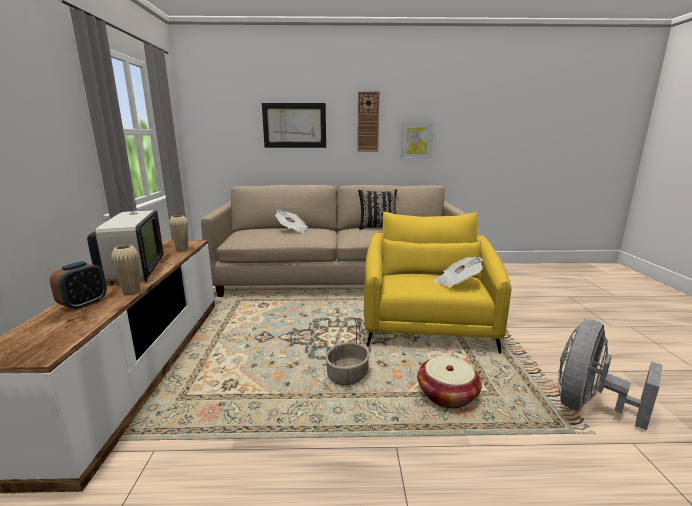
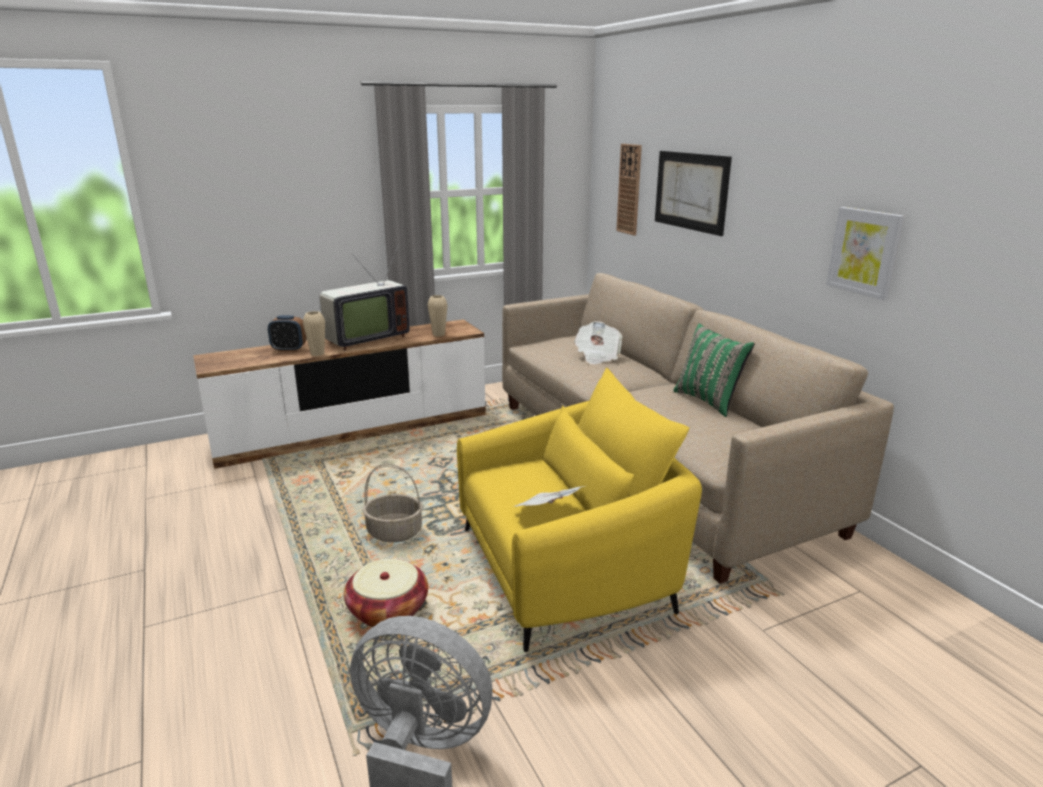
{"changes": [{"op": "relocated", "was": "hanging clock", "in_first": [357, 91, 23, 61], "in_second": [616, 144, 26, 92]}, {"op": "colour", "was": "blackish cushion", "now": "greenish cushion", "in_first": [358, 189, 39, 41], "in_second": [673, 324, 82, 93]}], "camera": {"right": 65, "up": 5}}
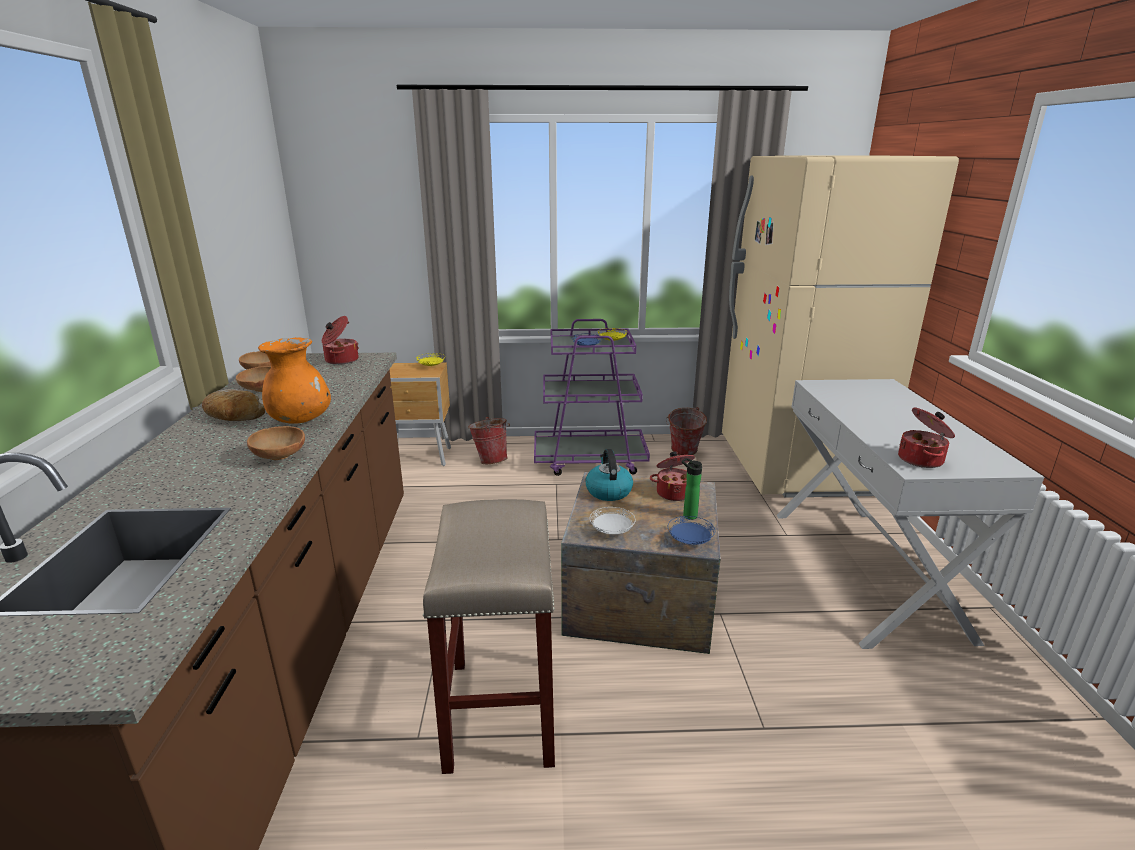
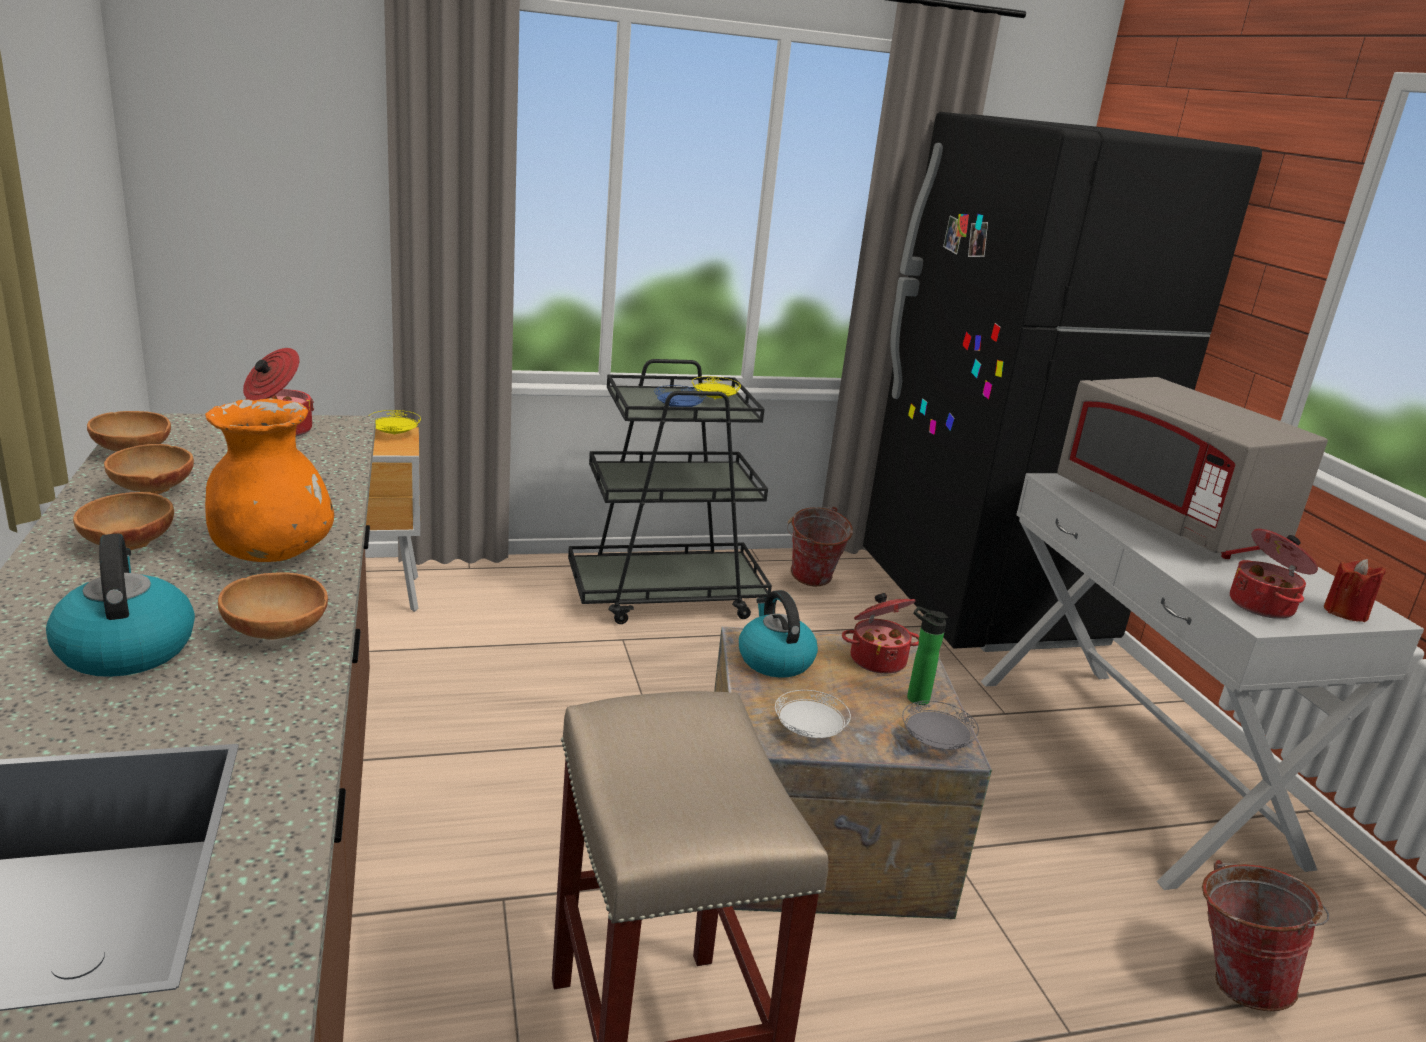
{"changes": [{"op": "exchanged", "was": "bakery bread", "now": "brown deep dish", "in_first": [202, 389, 63, 32], "in_second": [73, 492, 101, 58]}, {"op": "relocated", "was": "pail", "in_first": [468, 417, 42, 47], "in_second": [1202, 860, 127, 151]}, {"op": "colour", "was": "purple-coloured trolley", "now": "blackish trolley", "in_first": [534, 319, 116, 157], "in_second": [568, 359, 204, 265]}, {"op": "colour", "was": "blue flat dish", "now": "gray flat dish", "in_first": [668, 516, 47, 29], "in_second": [902, 701, 77, 48]}, {"op": "colour", "was": "sand-coloured refrigerator", "now": "blackish refrigerator", "in_first": [722, 155, 237, 343], "in_second": [863, 112, 399, 540]}, {"op": "appeared", "now": "water kettle", "in_second": [46, 534, 149, 143]}, {"op": "appeared", "now": "gray kitchen microwave", "in_second": [1057, 377, 271, 182]}, {"op": "appeared", "now": "red wax candle", "in_second": [1324, 559, 62, 63]}], "camera": {"right": -15, "up": 0}}
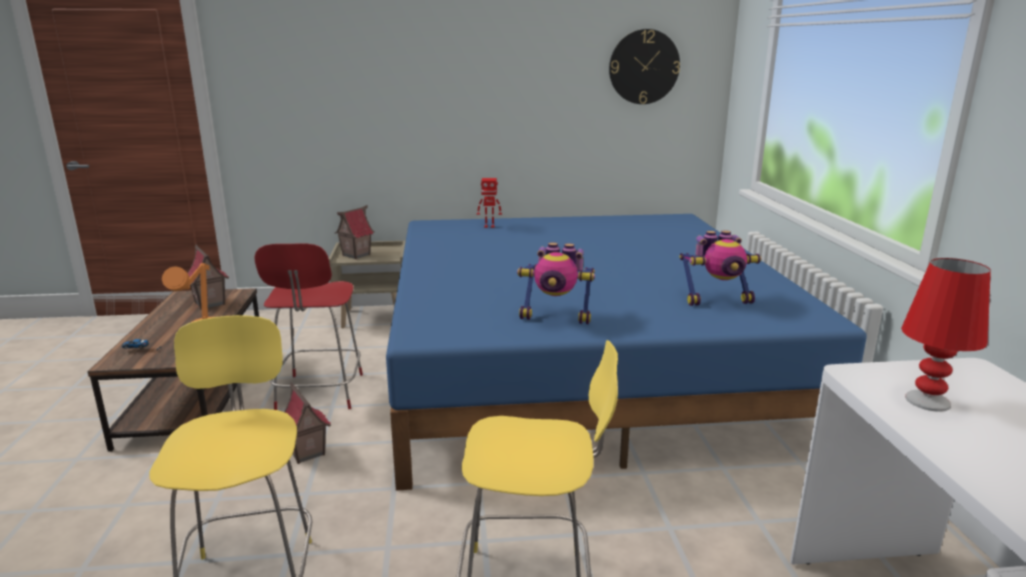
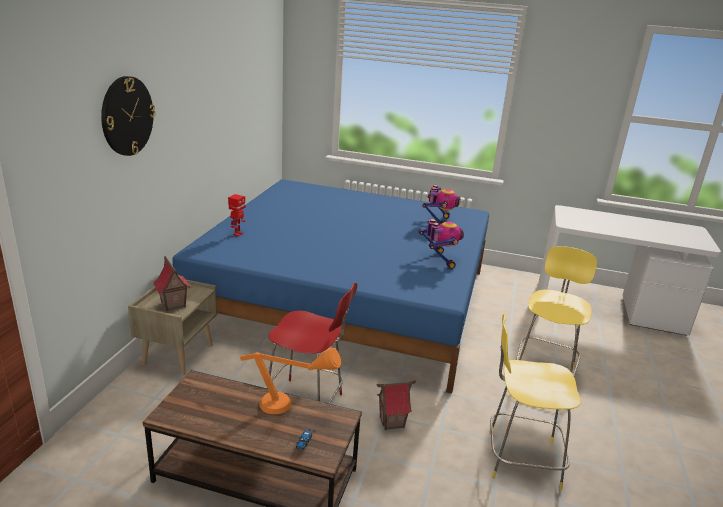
{"changes": [{"op": "missing", "was": "miniature house", "in_first": [188, 245, 41, 65]}, {"op": "spun", "was": "model robot", "in_first": [517, 242, 78, 82], "in_second": [418, 219, 46, 50], "clockwise": -45}, {"op": "relocated", "was": "hanging clock", "in_first": [609, 29, 71, 75], "in_second": [101, 76, 54, 80]}, {"op": "missing", "was": "red table lamp", "in_first": [901, 258, 90, 154]}], "camera": {"right": -70, "up": 5}}
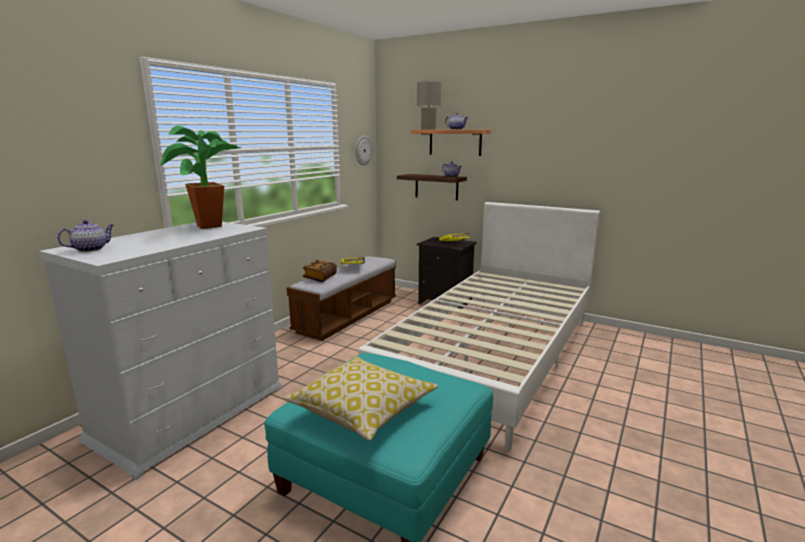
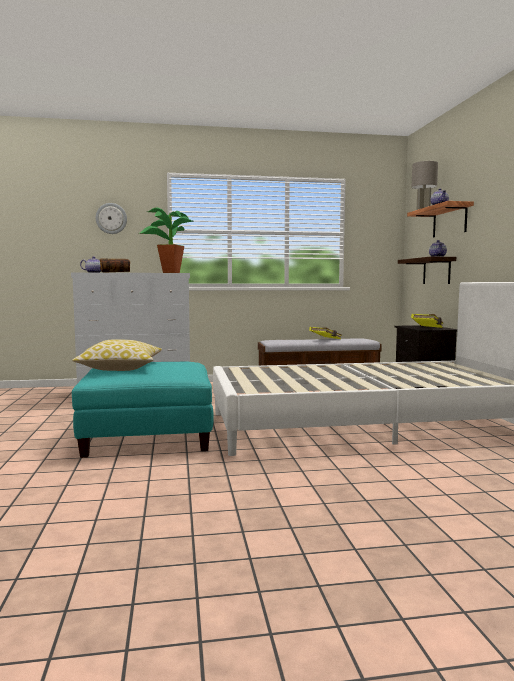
{"changes": [{"op": "relocated", "was": "bound book", "in_first": [303, 260, 34, 22], "in_second": [99, 258, 31, 15]}, {"op": "relocated", "was": "hanging clock", "in_first": [355, 136, 17, 30], "in_second": [96, 203, 31, 31]}], "camera": {"right": 50, "up": -10}}
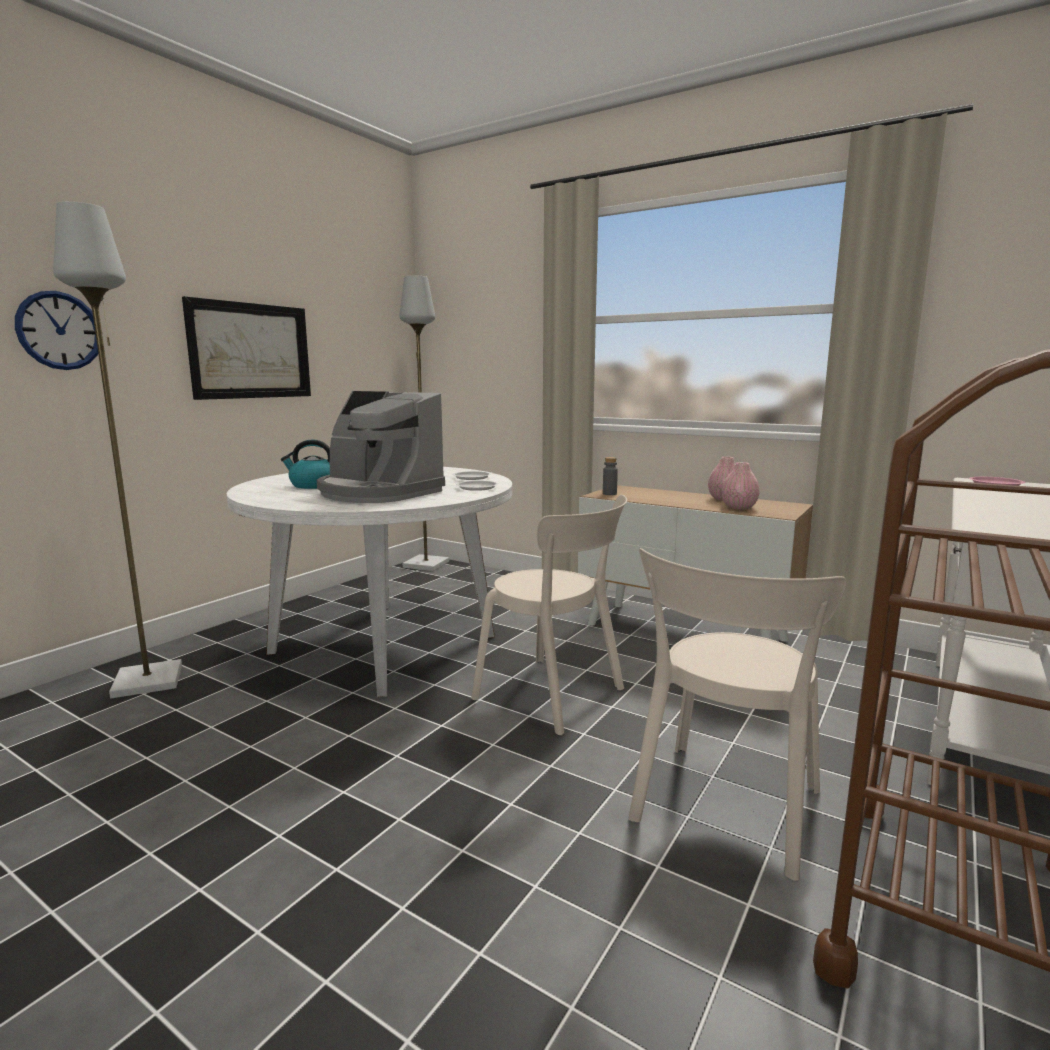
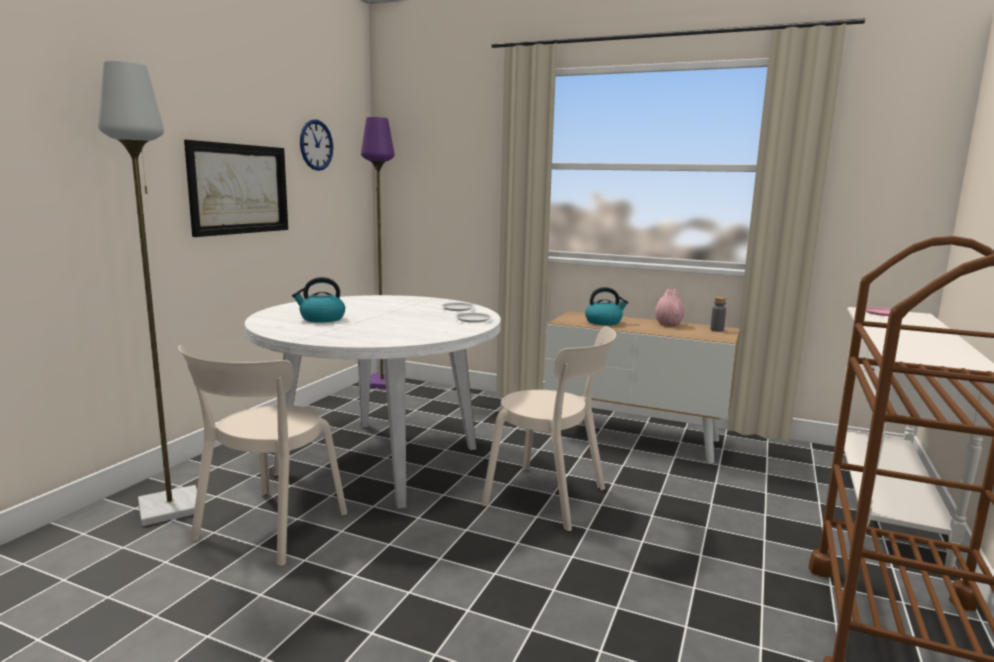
{"changes": [{"op": "relocated", "was": "hanging clock", "in_first": [15, 291, 83, 79], "in_second": [300, 120, 33, 51]}, {"op": "missing", "was": "coffee brewer", "in_first": [317, 391, 128, 112]}, {"op": "colour", "was": "gray standing lamp", "now": "purple-coloured standing lamp", "in_first": [399, 276, 50, 295], "in_second": [361, 117, 34, 272]}, {"op": "relocated", "was": "gray drink bottle", "in_first": [603, 457, 15, 38], "in_second": [710, 297, 16, 35]}, {"op": "relocated", "was": "sand-coloured upright chair", "in_first": [629, 548, 217, 333], "in_second": [178, 345, 169, 221]}, {"op": "missing", "was": "pink-coloured decorative vase", "in_first": [721, 462, 39, 48]}, {"op": "appeared", "now": "water kettle", "in_second": [585, 287, 43, 38]}], "camera": {"right": -10, "up": 0}}
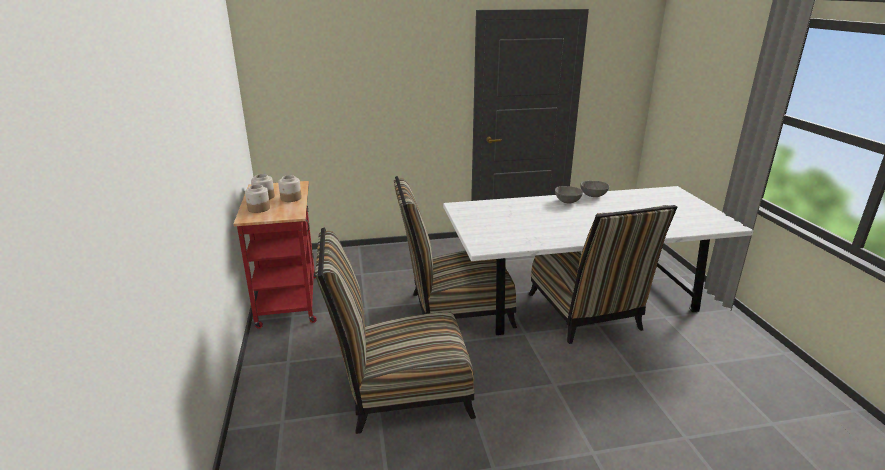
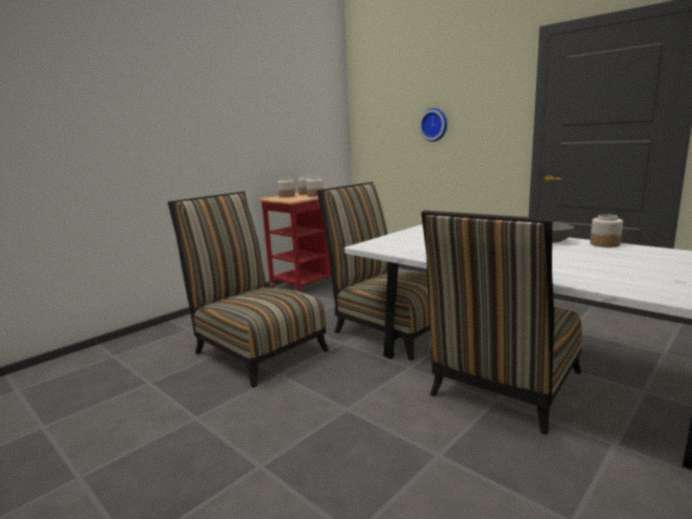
{"changes": [{"op": "exchanged", "was": "gray deep dish", "now": "preserve jar", "in_first": [580, 181, 29, 16], "in_second": [590, 214, 33, 34]}, {"op": "appeared", "now": "hanging clock", "in_second": [419, 108, 28, 34]}], "camera": {"right": 55, "up": -10}}
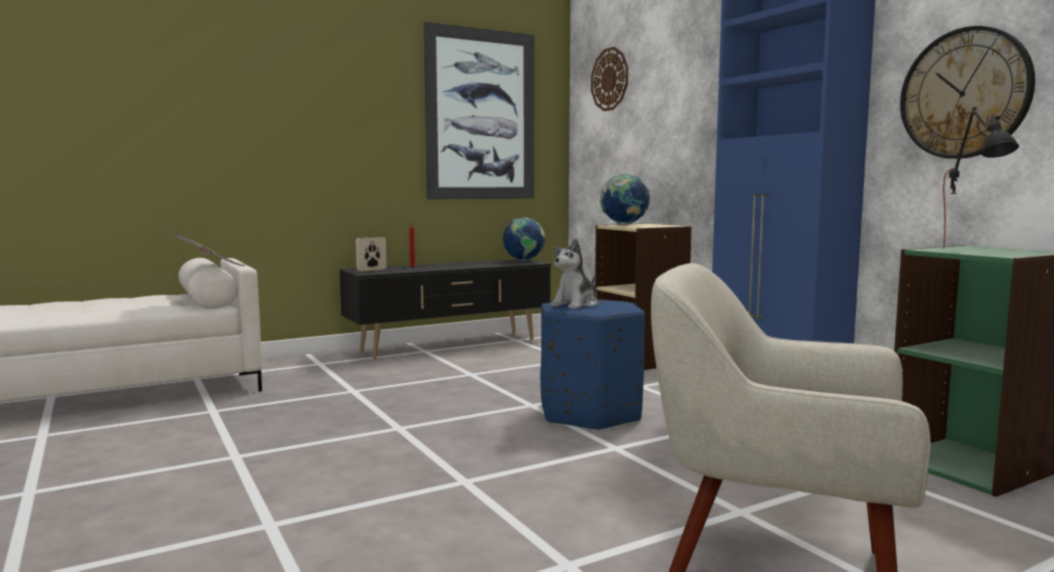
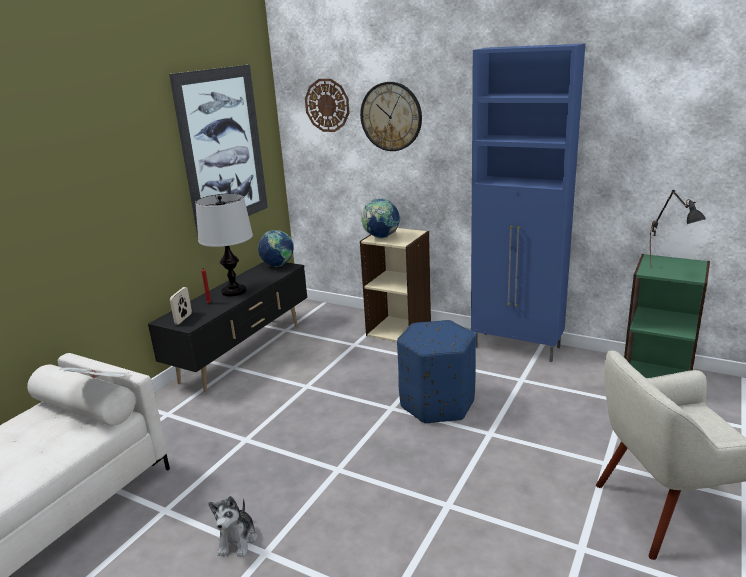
{"changes": [{"op": "relocated", "was": "plush toy", "in_first": [551, 238, 47, 71], "in_second": [208, 496, 49, 61]}, {"op": "relocated", "was": "hanging clock", "in_first": [900, 26, 135, 133], "in_second": [360, 82, 62, 69]}, {"op": "appeared", "now": "table lamp", "in_second": [195, 193, 58, 103]}], "camera": {"right": -30, "up": 15}}
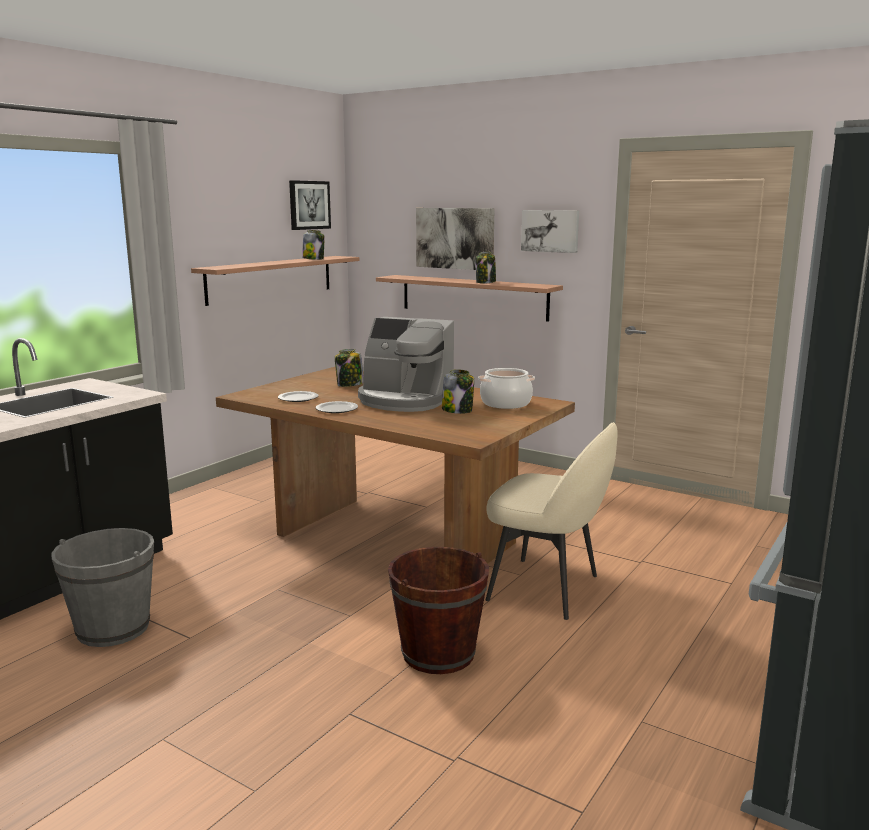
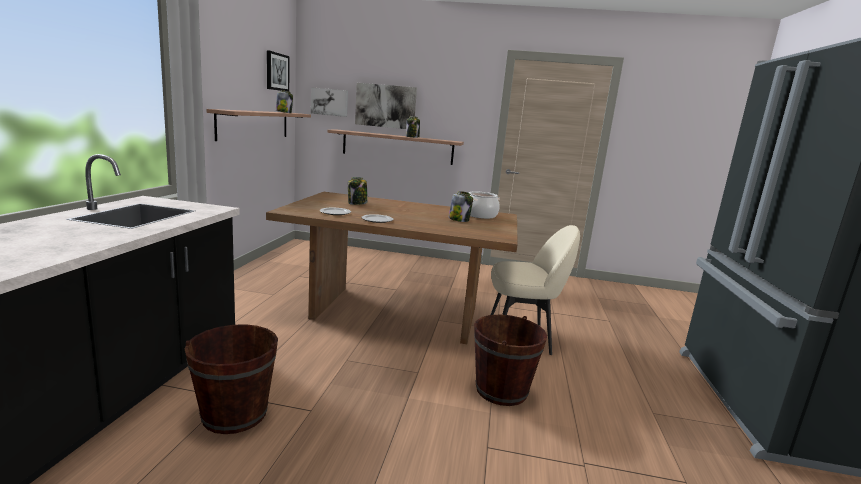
{"changes": [{"op": "colour", "was": "gray pail", "now": "brown pail", "in_first": [51, 528, 103, 119], "in_second": [184, 324, 94, 110]}, {"op": "missing", "was": "coffee brewer", "in_first": [358, 317, 96, 95]}, {"op": "relocated", "was": "wall art", "in_first": [521, 210, 58, 43], "in_second": [311, 87, 37, 30]}], "camera": {"right": -25, "up": 0}}
